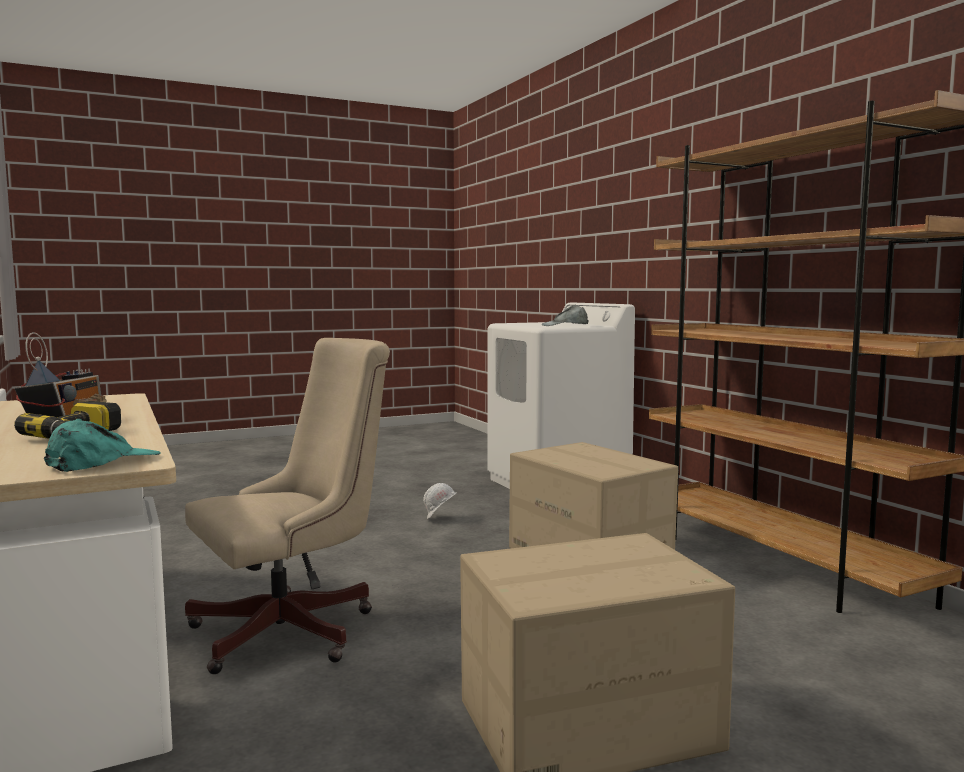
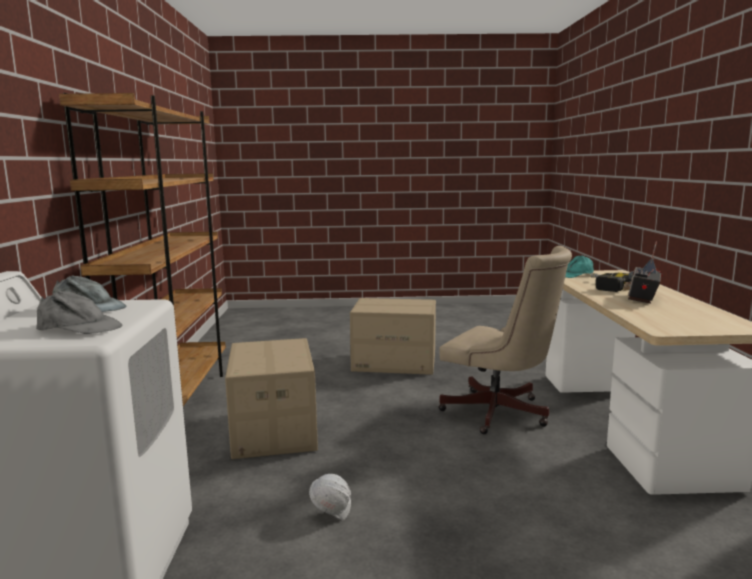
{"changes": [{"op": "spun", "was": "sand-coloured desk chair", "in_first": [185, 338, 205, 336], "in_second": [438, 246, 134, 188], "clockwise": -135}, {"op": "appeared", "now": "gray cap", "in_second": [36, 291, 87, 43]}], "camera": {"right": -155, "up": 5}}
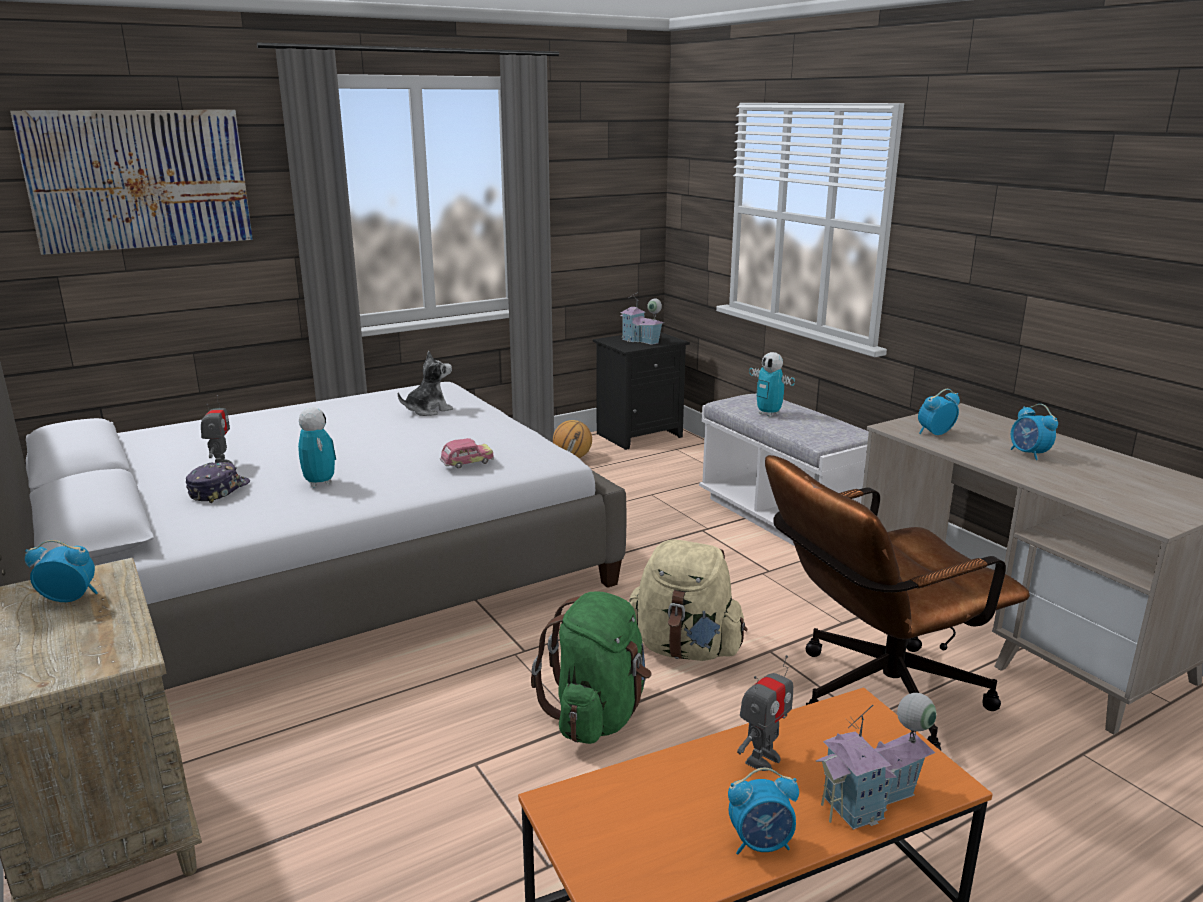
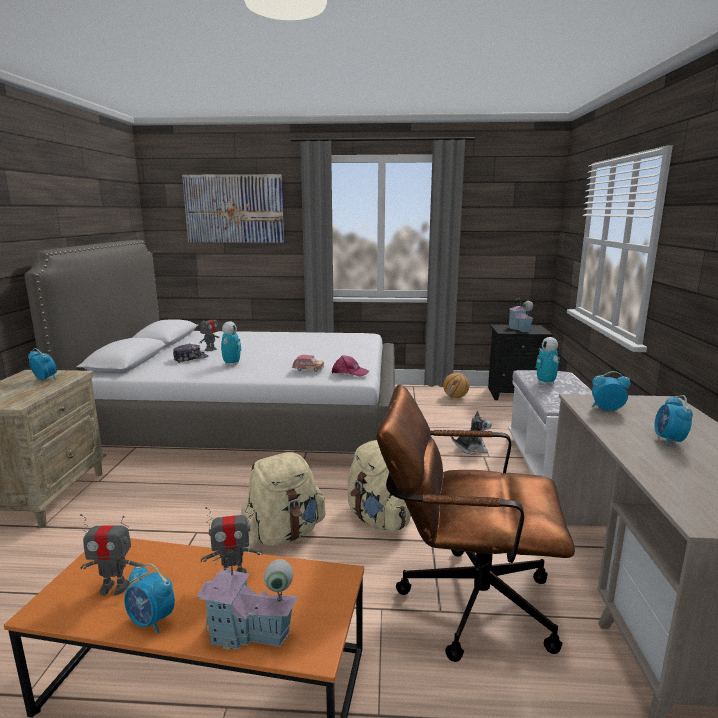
{"changes": [{"op": "relocated", "was": "plush toy", "in_first": [398, 351, 55, 65], "in_second": [451, 410, 41, 45]}, {"op": "colour", "was": "greenish backpack", "now": "sand-coloured backpack", "in_first": [531, 592, 121, 152], "in_second": [240, 452, 85, 94]}, {"op": "appeared", "now": "model robot", "in_second": [80, 514, 64, 82]}, {"op": "appeared", "now": "pink-coloured cap", "in_second": [332, 355, 37, 22]}], "camera": {"right": 35, "up": -5}}
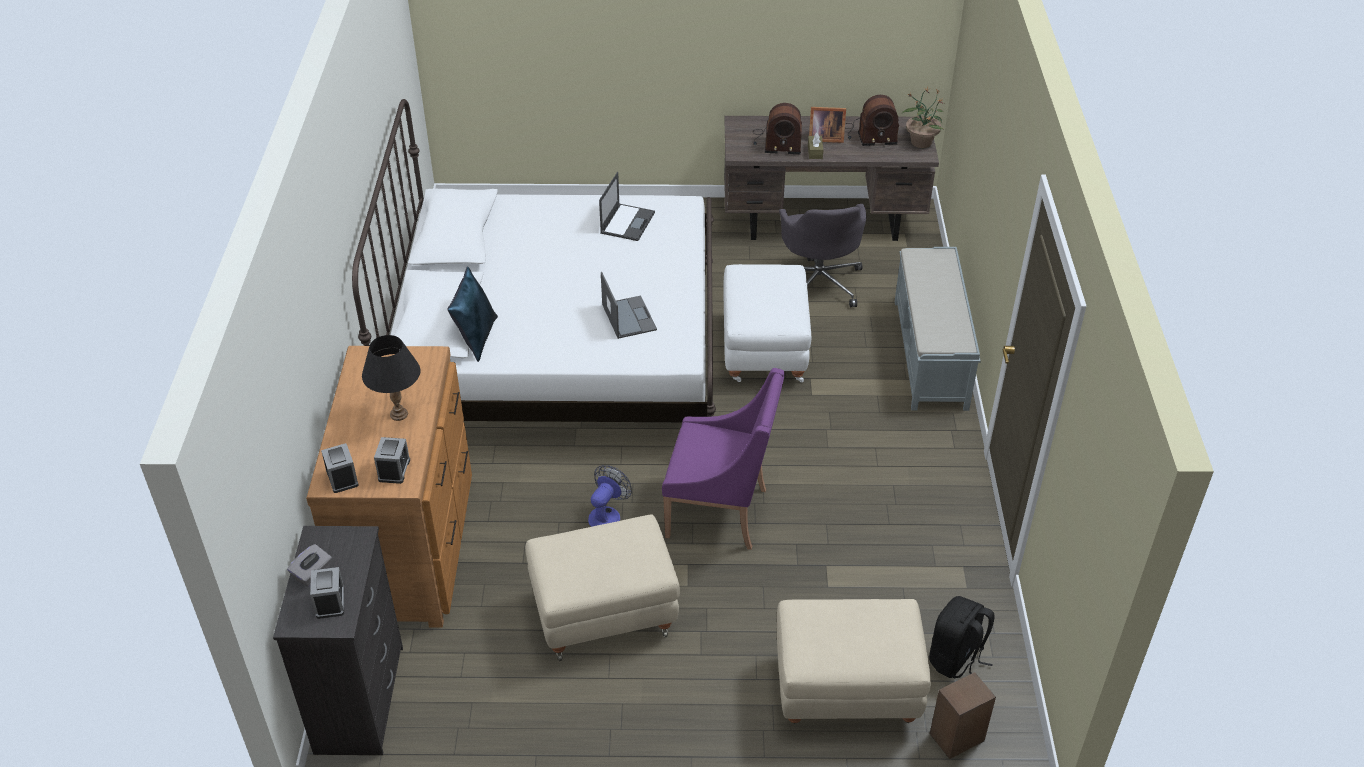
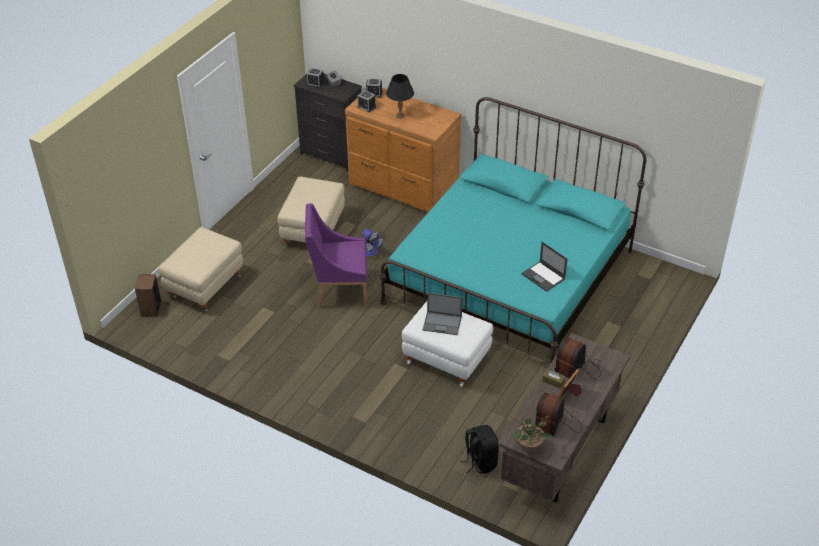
{"changes": [{"op": "colour", "was": "white bed", "now": "blue-green bed", "in_first": [352, 99, 364, 323], "in_second": [379, 97, 268, 267]}, {"op": "missing", "was": "blue cushion", "in_first": [447, 267, 51, 95]}, {"op": "relocated", "was": "portable computer", "in_first": [601, 272, 56, 67], "in_second": [423, 293, 40, 42]}, {"op": "spun", "was": "purple-coloured armchair", "in_first": [662, 368, 123, 182], "in_second": [305, 203, 62, 105], "clockwise": 45}, {"op": "missing", "was": "gray desk chair", "in_first": [779, 204, 88, 103]}, {"op": "missing", "was": "gray bench", "in_first": [895, 247, 86, 164]}, {"op": "relocated", "was": "blackish backpack", "in_first": [929, 596, 66, 82], "in_second": [460, 425, 39, 49]}], "camera": {"right": 120, "up": 0}}
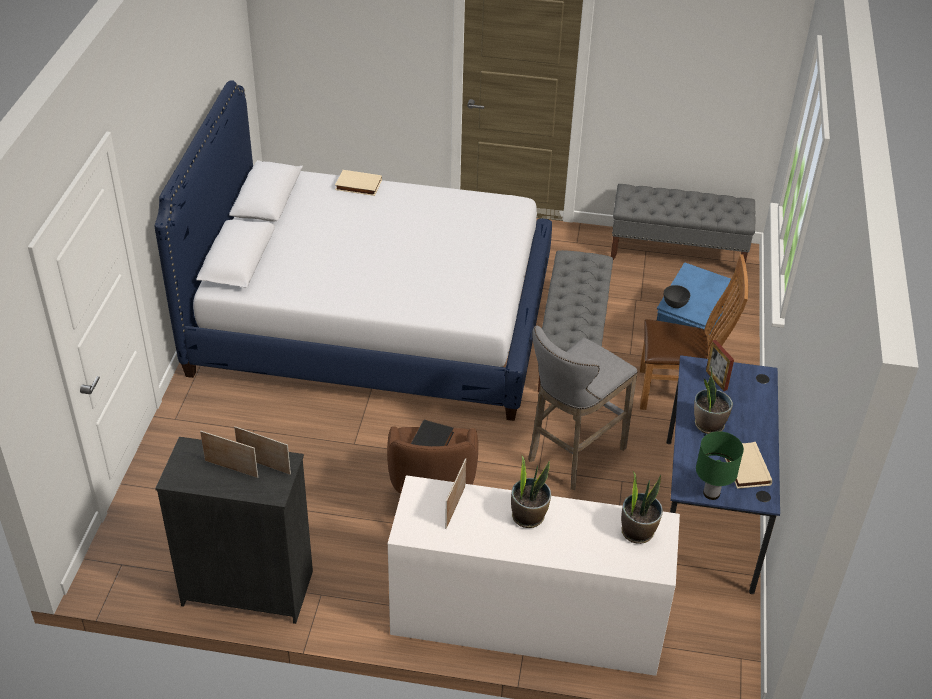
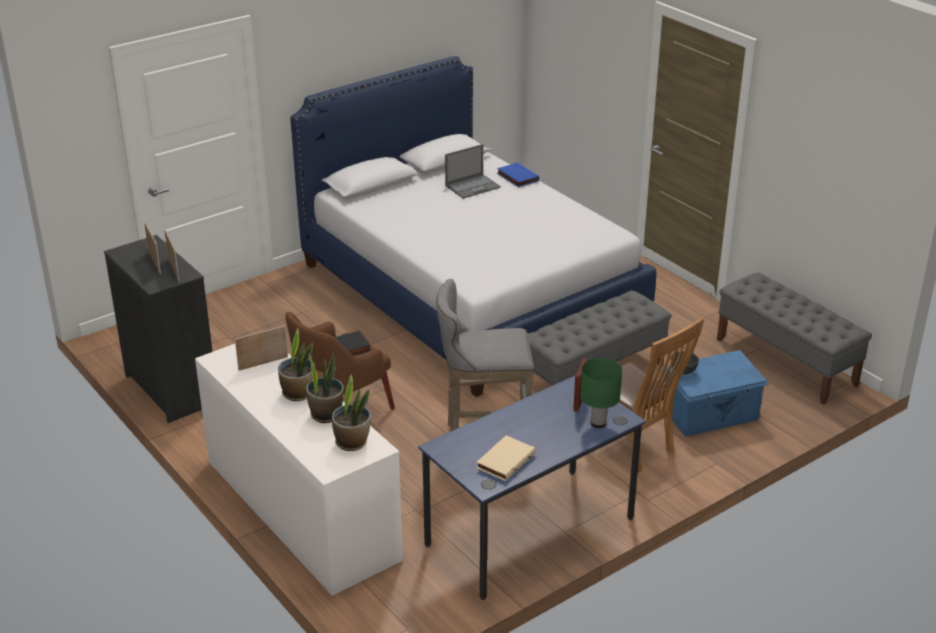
{"changes": [{"op": "colour", "was": "sand-coloured bound book", "now": "blue bound book", "in_first": [335, 170, 47, 26], "in_second": [497, 162, 42, 25]}, {"op": "relocated", "was": "potted plant", "in_first": [694, 367, 39, 67], "in_second": [306, 352, 37, 71]}, {"op": "relocated", "was": "greenish table lamp", "in_first": [696, 431, 48, 69], "in_second": [580, 358, 42, 70]}, {"op": "appeared", "now": "portable computer", "in_second": [445, 144, 56, 55]}], "camera": {"right": 45, "up": -10}}
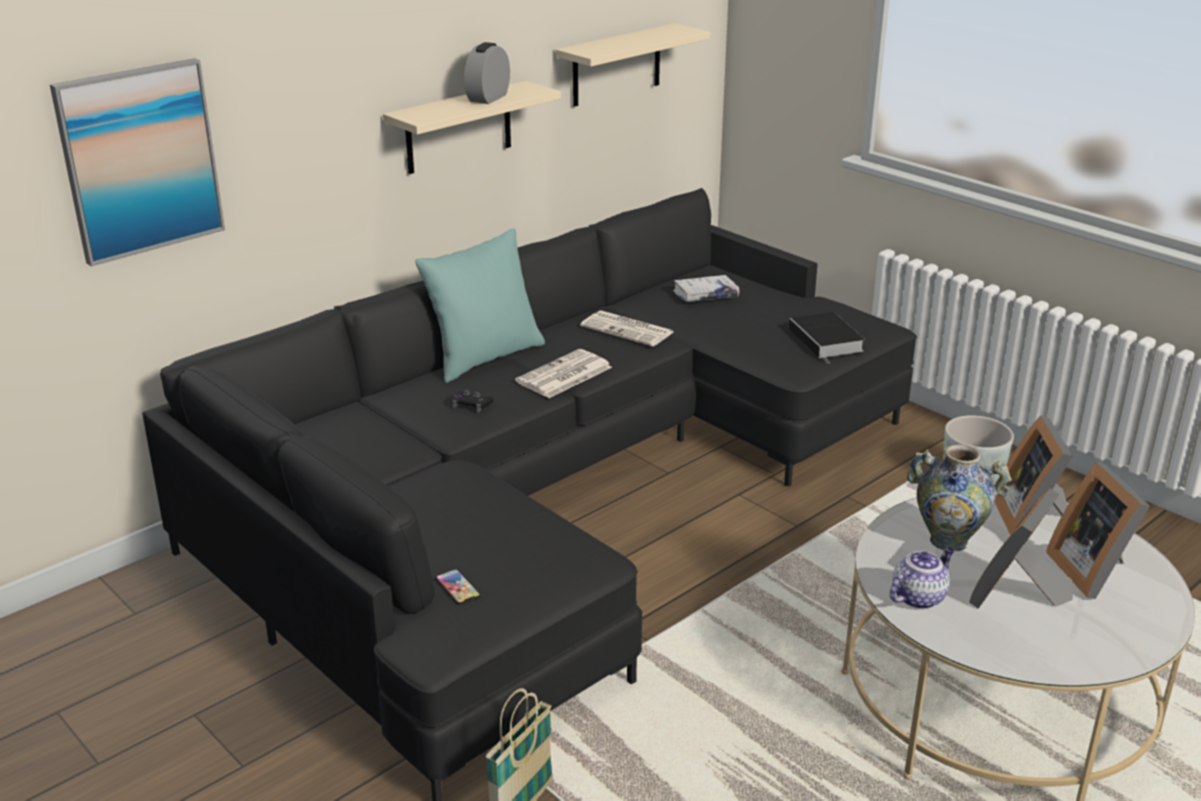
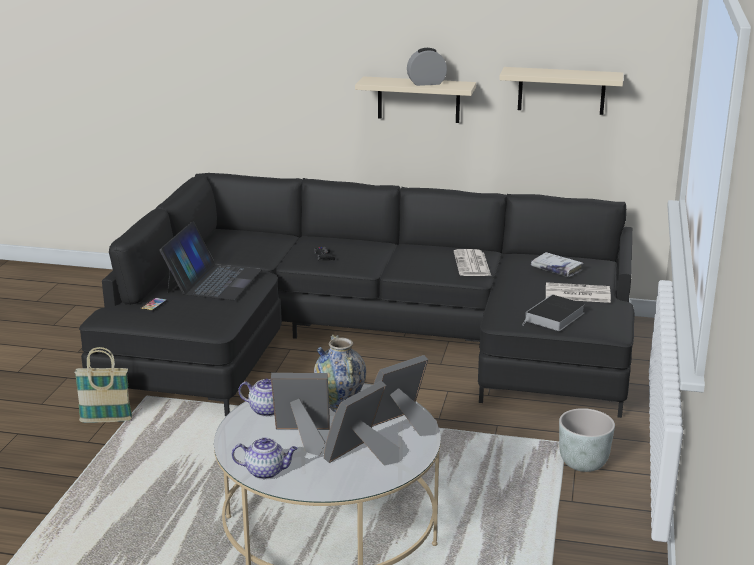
{"changes": [{"op": "missing", "was": "wall art", "in_first": [50, 58, 175, 209]}, {"op": "missing", "was": "blue-green cushion", "in_first": [415, 228, 130, 155]}, {"op": "relocated", "was": "newspaper", "in_first": [515, 349, 97, 49], "in_second": [546, 282, 65, 21]}, {"op": "appeared", "now": "portable computer", "in_second": [159, 222, 103, 78]}, {"op": "appeared", "now": "tea pot", "in_second": [232, 438, 66, 41]}], "camera": {"right": 55, "up": -5}}
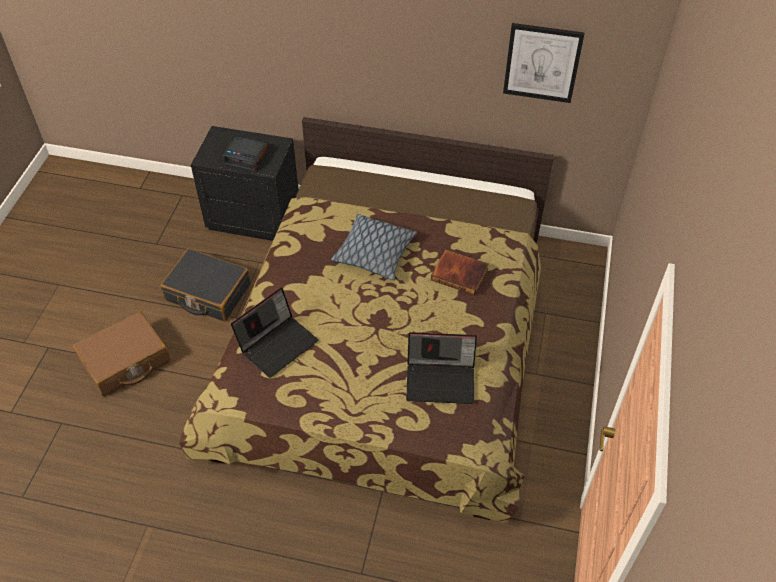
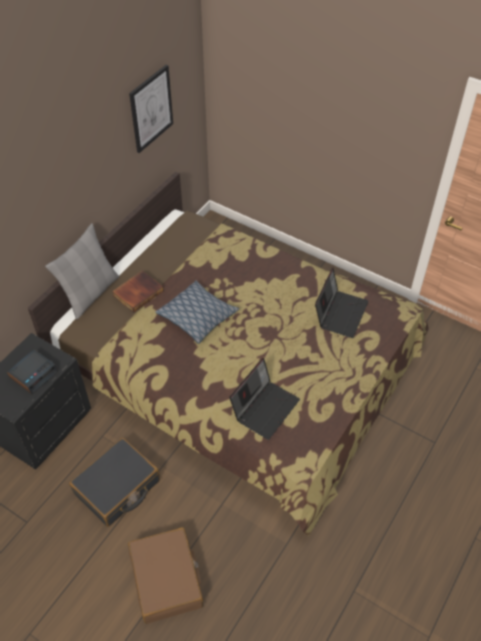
{"changes": [{"op": "spun", "was": "portable computer", "in_first": [231, 288, 87, 90], "in_second": [229, 358, 71, 82], "clockwise": 60}, {"op": "relocated", "was": "bound book", "in_first": [431, 250, 58, 45], "in_second": [112, 271, 52, 42]}, {"op": "appeared", "now": "gray cushion", "in_second": [45, 223, 74, 96]}], "camera": {"right": -70, "up": 0}}
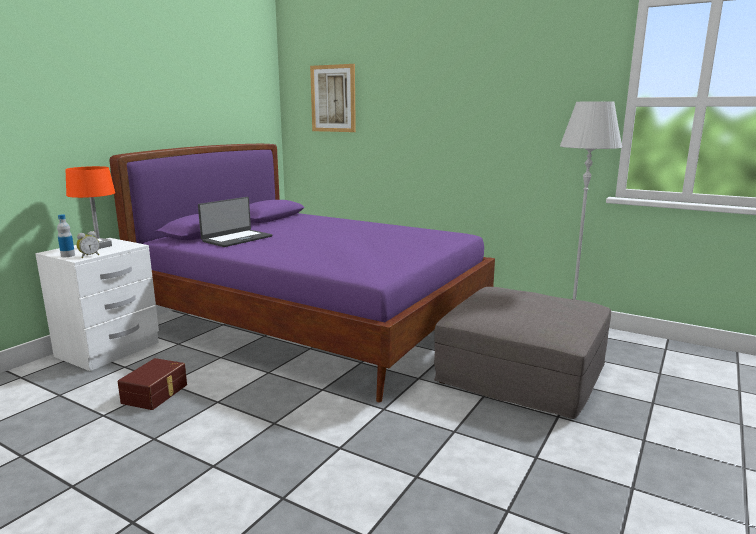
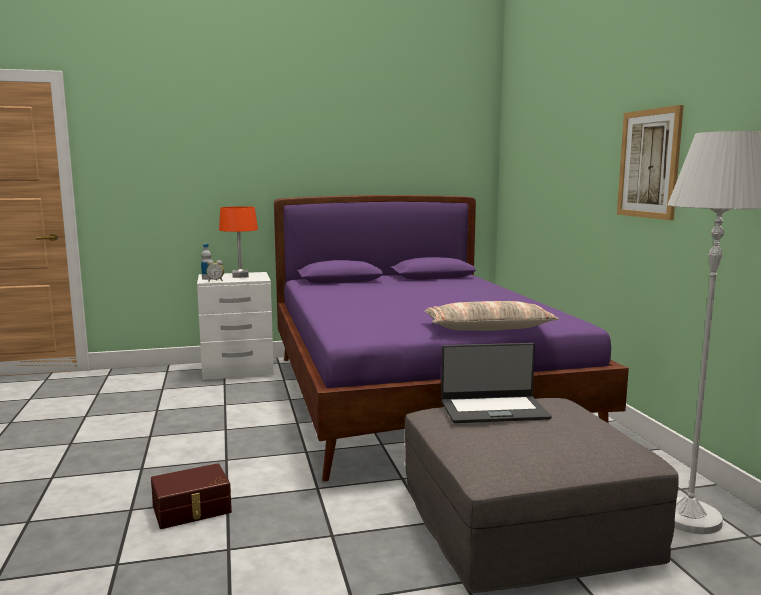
{"changes": [{"op": "relocated", "was": "brown storage container", "in_first": [118, 358, 69, 52], "in_second": [151, 463, 81, 66]}, {"op": "relocated", "was": "portable computer", "in_first": [198, 197, 74, 50], "in_second": [441, 343, 111, 80]}, {"op": "relocated", "was": "wall art", "in_first": [310, 64, 46, 68], "in_second": [617, 105, 67, 115]}, {"op": "appeared", "now": "cushion", "in_second": [425, 301, 134, 30]}], "camera": {"right": 45, "up": -5}}
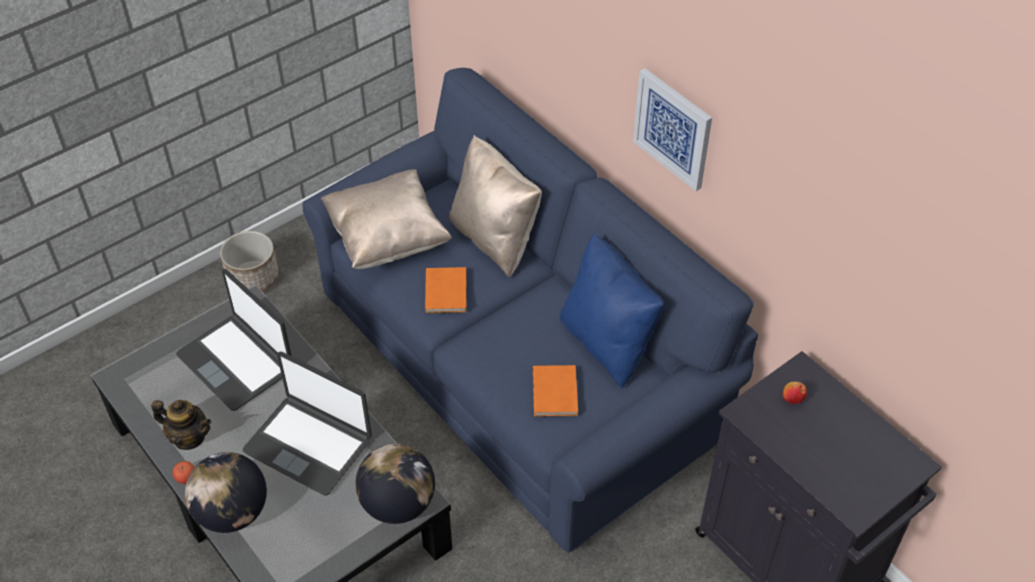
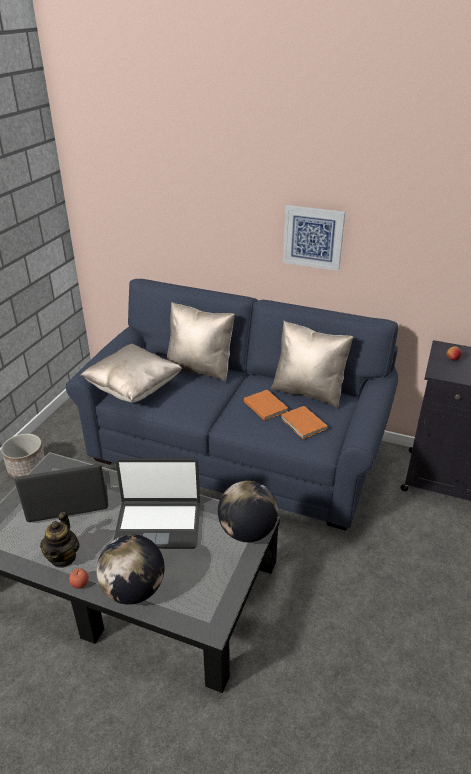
{"changes": [{"op": "spun", "was": "tea pot", "in_first": [151, 400, 60, 50], "in_second": [40, 512, 39, 56], "clockwise": 105}, {"op": "spun", "was": "portable computer", "in_first": [176, 269, 116, 142], "in_second": [15, 464, 93, 58], "clockwise": 150}, {"op": "relocated", "was": "orange-coloured bound book", "in_first": [425, 267, 42, 46], "in_second": [244, 390, 44, 31]}, {"op": "colour", "was": "blue cushion", "now": "sand-coloured cushion", "in_first": [560, 233, 104, 155], "in_second": [271, 321, 82, 87]}], "camera": {"right": -30, "up": -15}}
